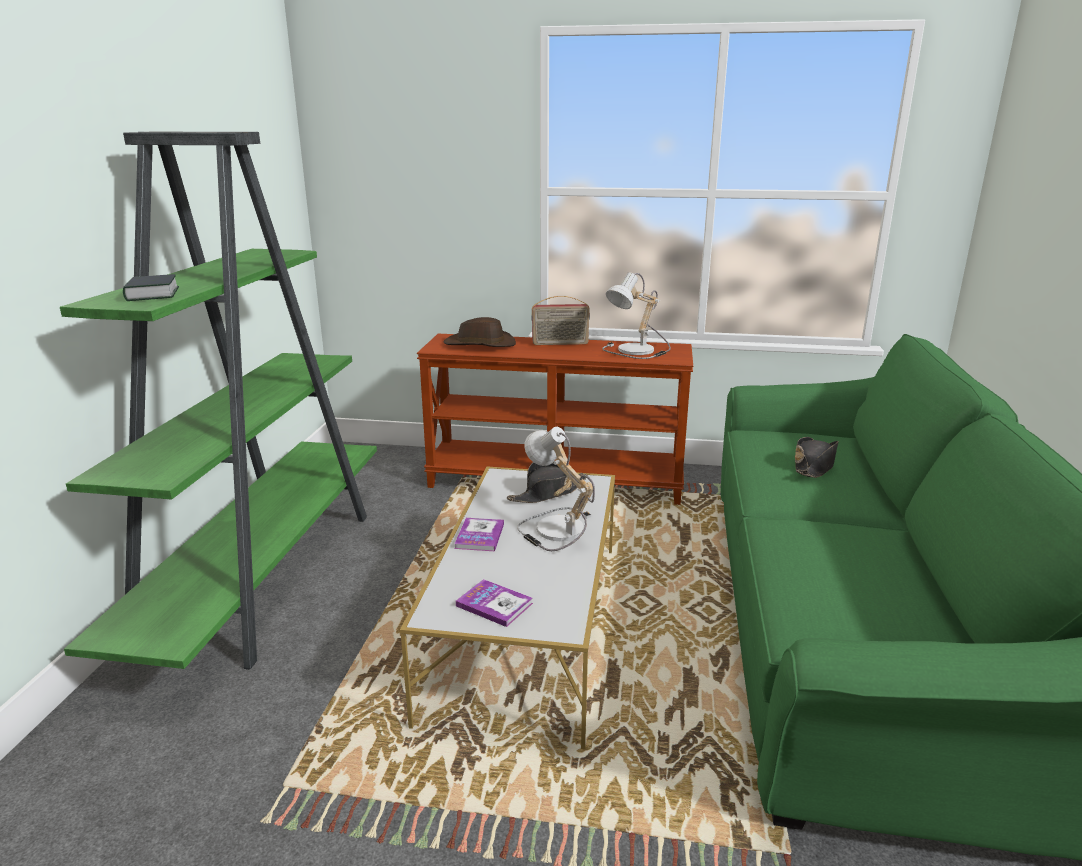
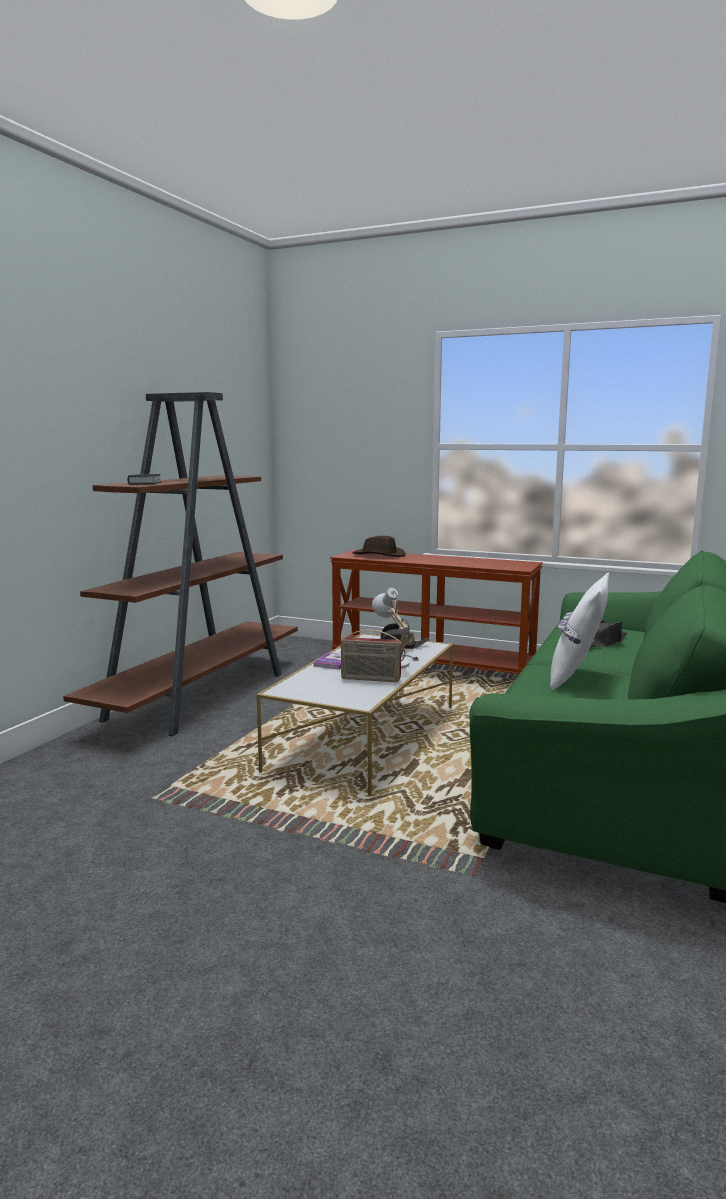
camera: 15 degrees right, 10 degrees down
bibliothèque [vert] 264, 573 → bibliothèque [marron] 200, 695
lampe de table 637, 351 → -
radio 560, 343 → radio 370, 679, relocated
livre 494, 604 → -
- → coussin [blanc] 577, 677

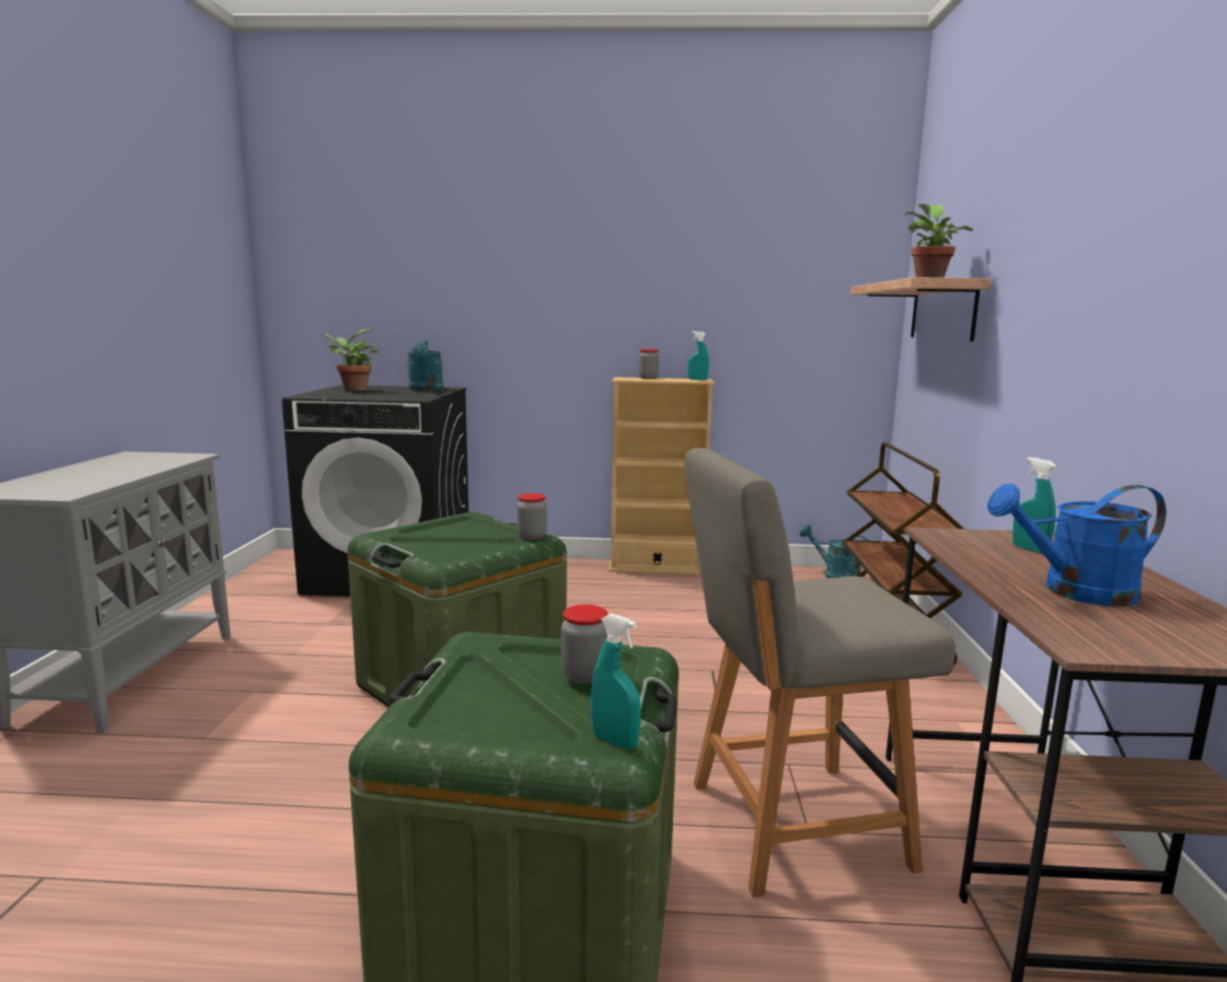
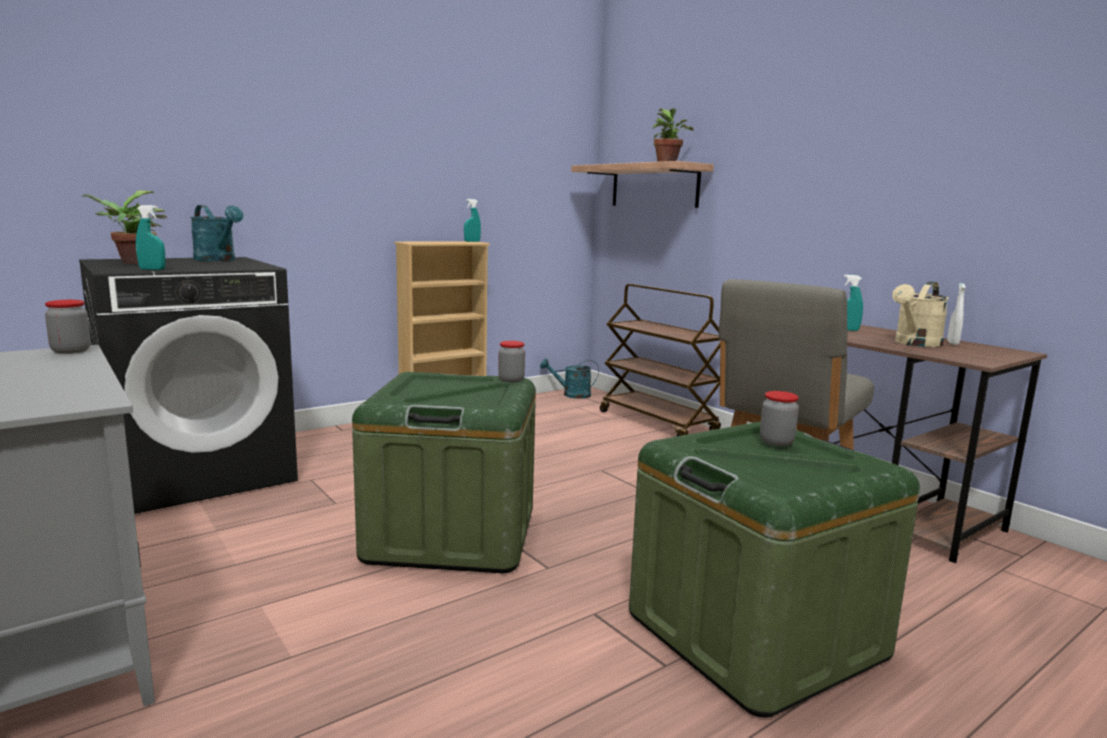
camera: 40 degrees left, 0 degrees up
bocal 648, 378 → bocal 71, 351, relocated
arrosoir [bleu] 1075, 592 → arrosoir [beige] 915, 344
vaporisateur [turquoise] 615, 741 → vaporisateur [turquoise] 152, 269, relocated
- → vaporisateur [blanc] 952, 343

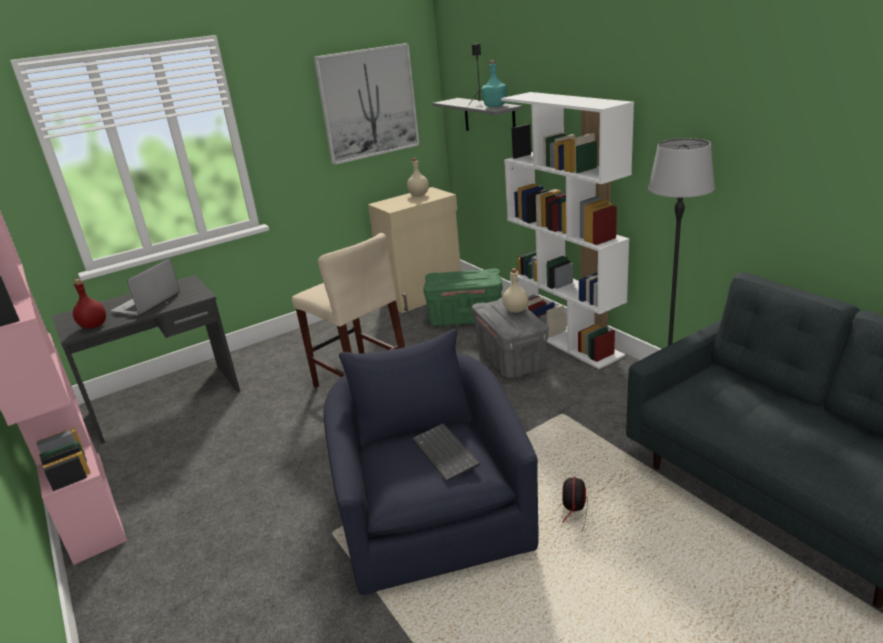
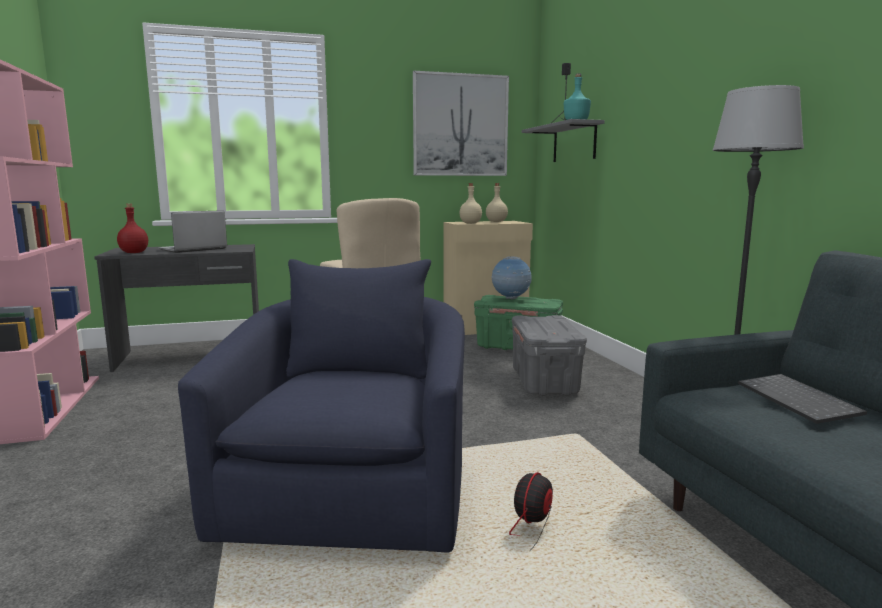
camera: 15 degrees right, 15 degrees down
bibliothèque [blanc] 566, 339 → -
bouteille [beige] 515, 310 → bouteille [beige] 470, 223, relocated
clavier 447, 453 → clavier 799, 401, relocated
- → globe 511, 299

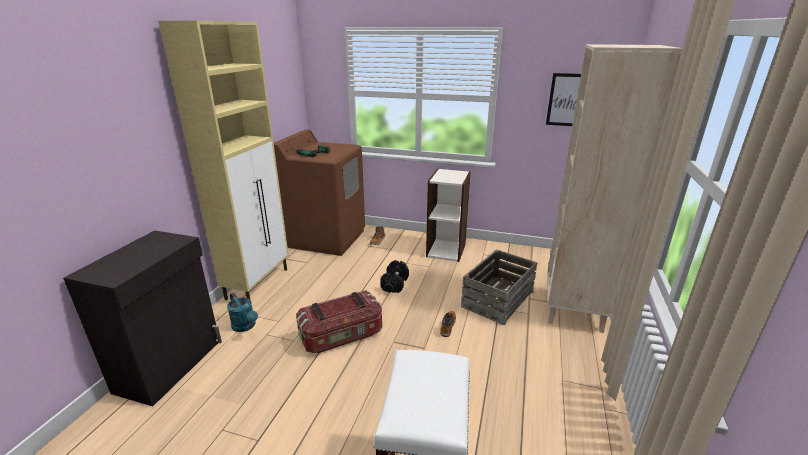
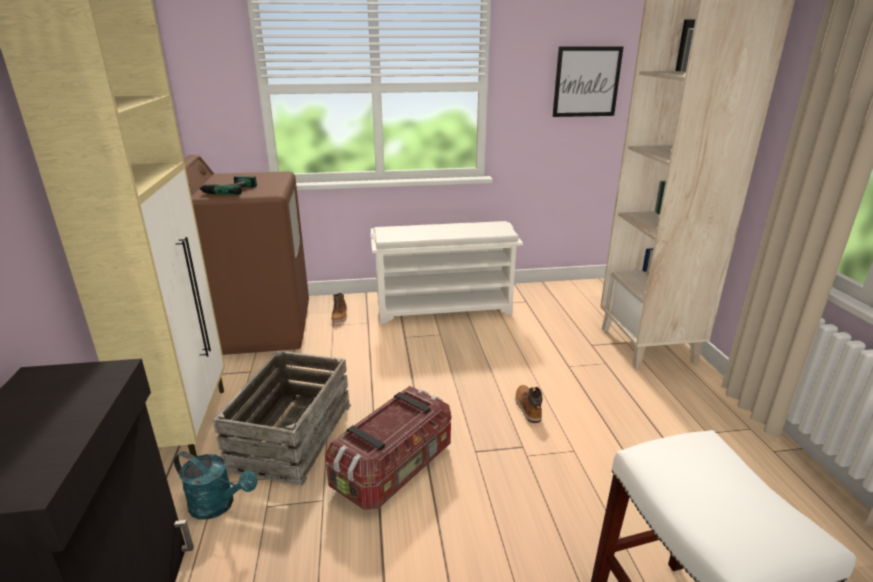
camera: 25 degrees left, 0 degrees up
bibliothèque 446, 250 → étagère à chaussures [blanc] 445, 308
caisse 497, 298 → caisse 291, 435, relocated
haltère [noir] 395, 284 → -

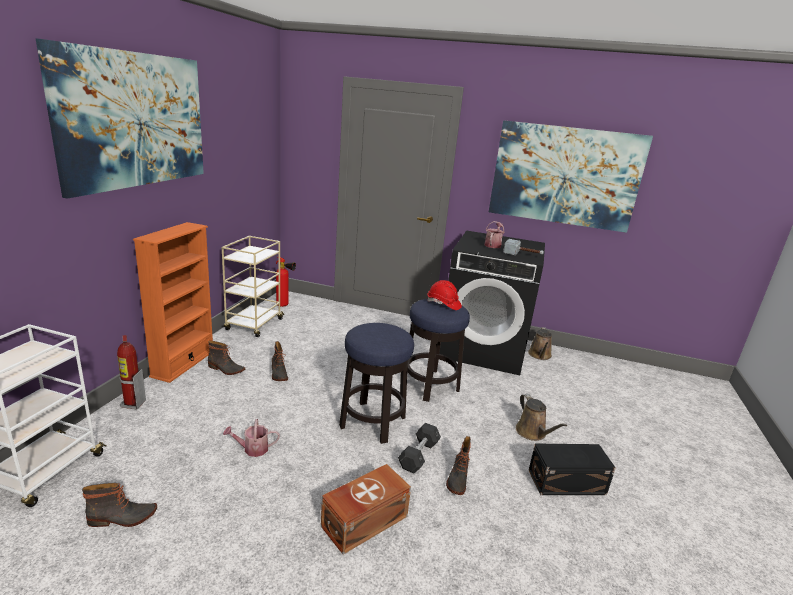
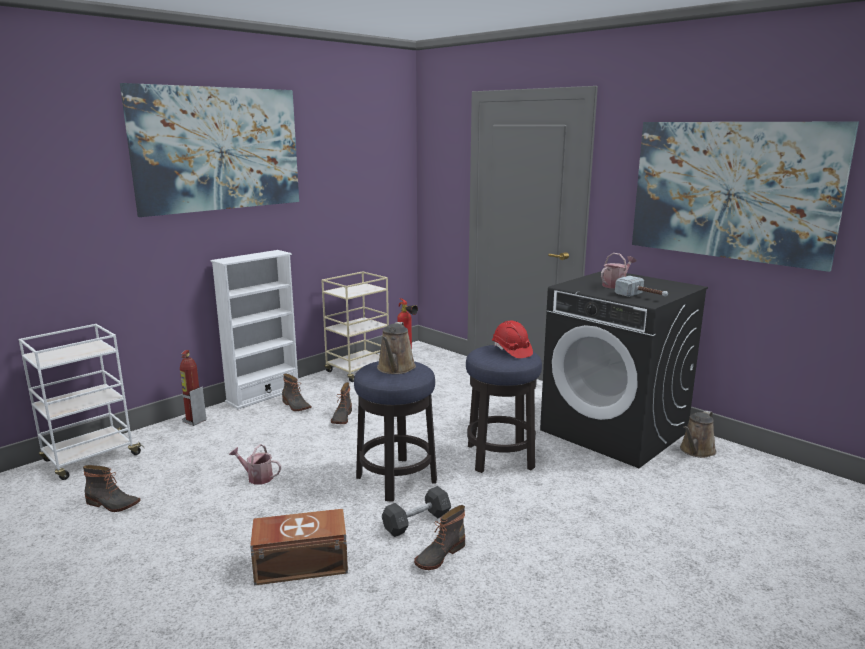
camera: 30 degrees right, 5 degrees down
bibliothèque [orange] 183, 363 → bibliothèque [blanc] 263, 395
arrosoir [marron] 532, 433 → arrosoir [marron] 395, 369, relocated
boîte de rangement [noir] 568, 483 → -

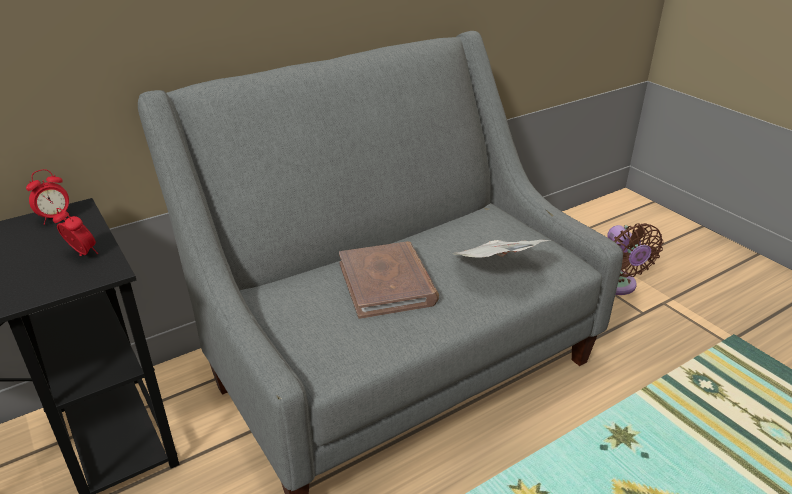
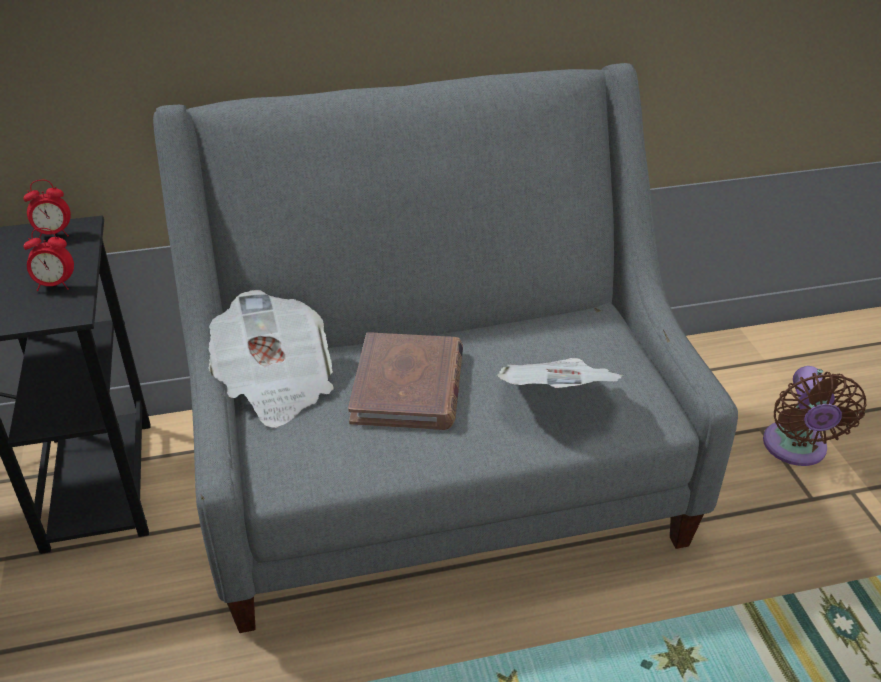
camera: 20 degrees right, 5 degrees up
réveil 82, 254 → réveil 55, 285, 120 degrees clockwise
- → journal 275, 384

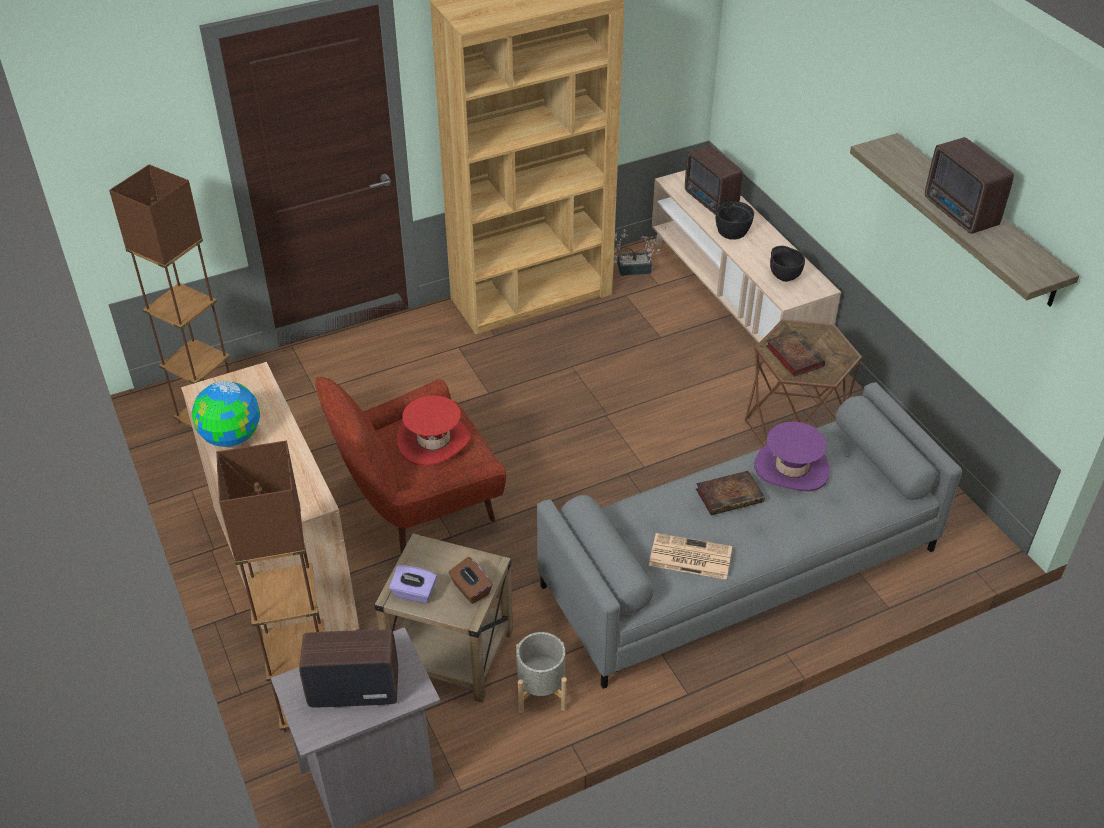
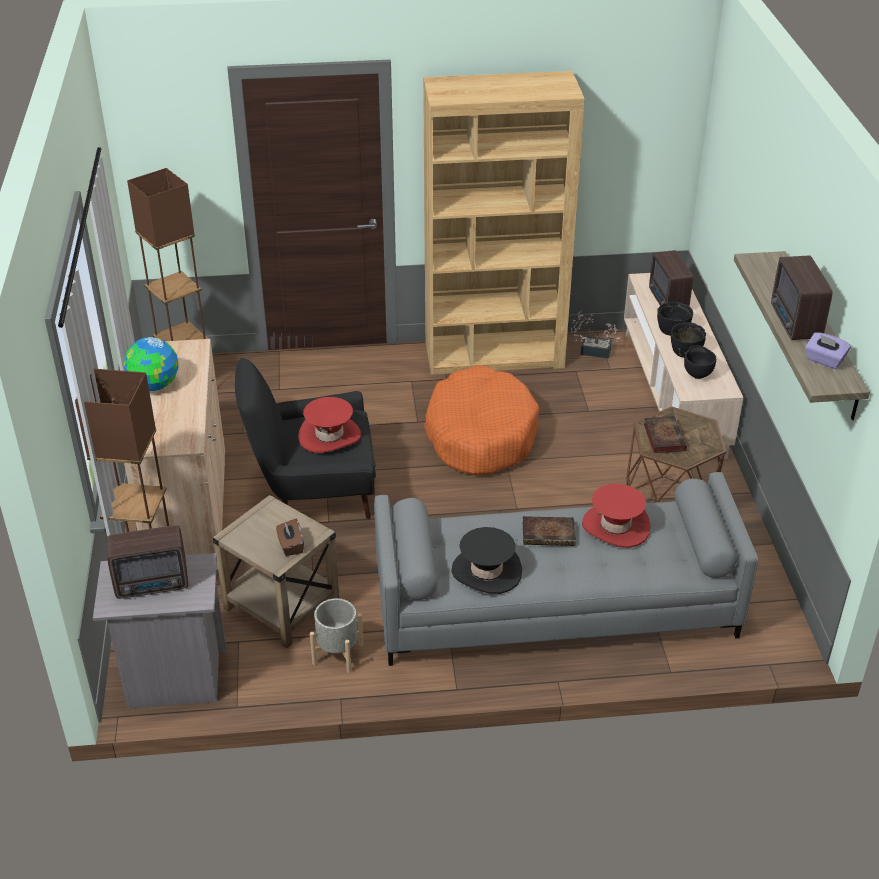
camera: 20 degrees right, 5 degrees down
fauteuil [rouge] 418, 507 → fauteuil [noir] 314, 493
chapeau [violet] 791, 468 → chapeau [rouge] 615, 526
journal 689, 557 → chapeau [noir] 486, 571
boîte à mouchoirs [violet] 414, 593 → boîte à mouchoirs [violet] 824, 360, relocated
radio 352, 689 → radio 154, 584, 150 degrees clockwise
- → bol [noir] 685, 351
- → panier pour chien [orange] 480, 435

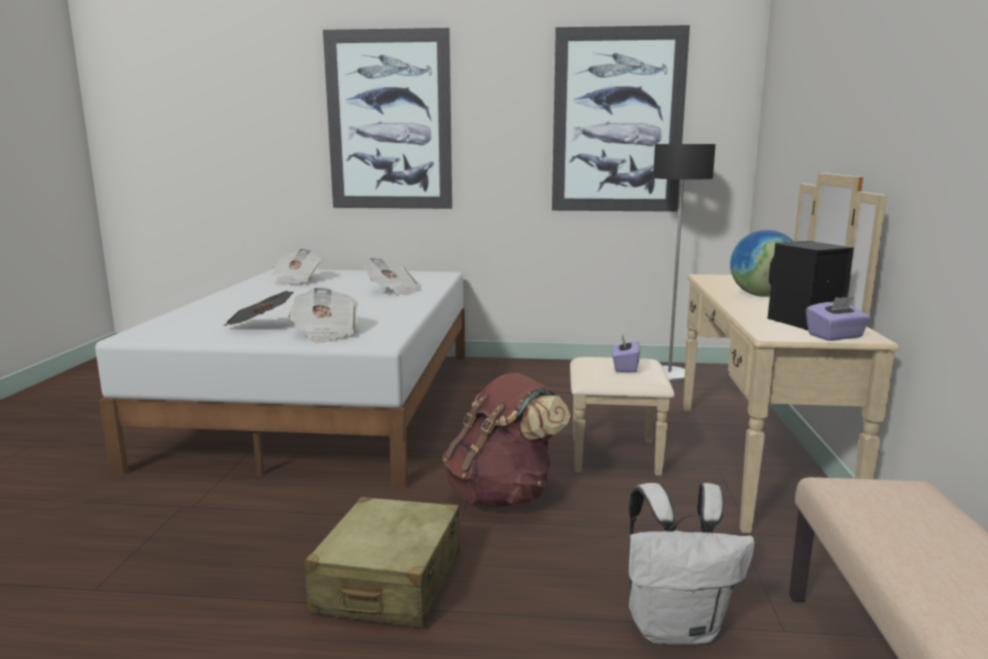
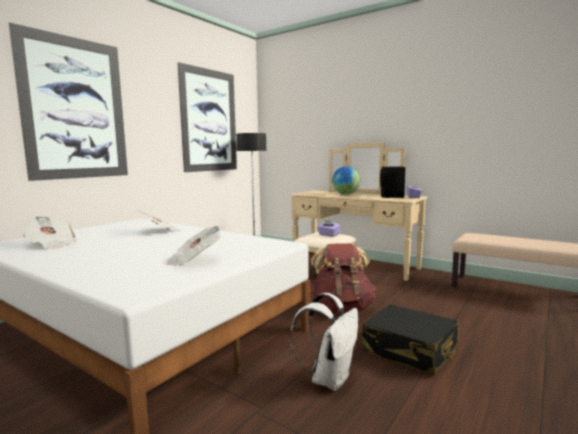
camera: 60 degrees left, 5 degrees down
journal 325, 334 → -
sac à dos [blanc] 675, 627 → sac à dos [blanc] 329, 378, relocated
valise [beige] 389, 582 → valise [noir] 410, 351

